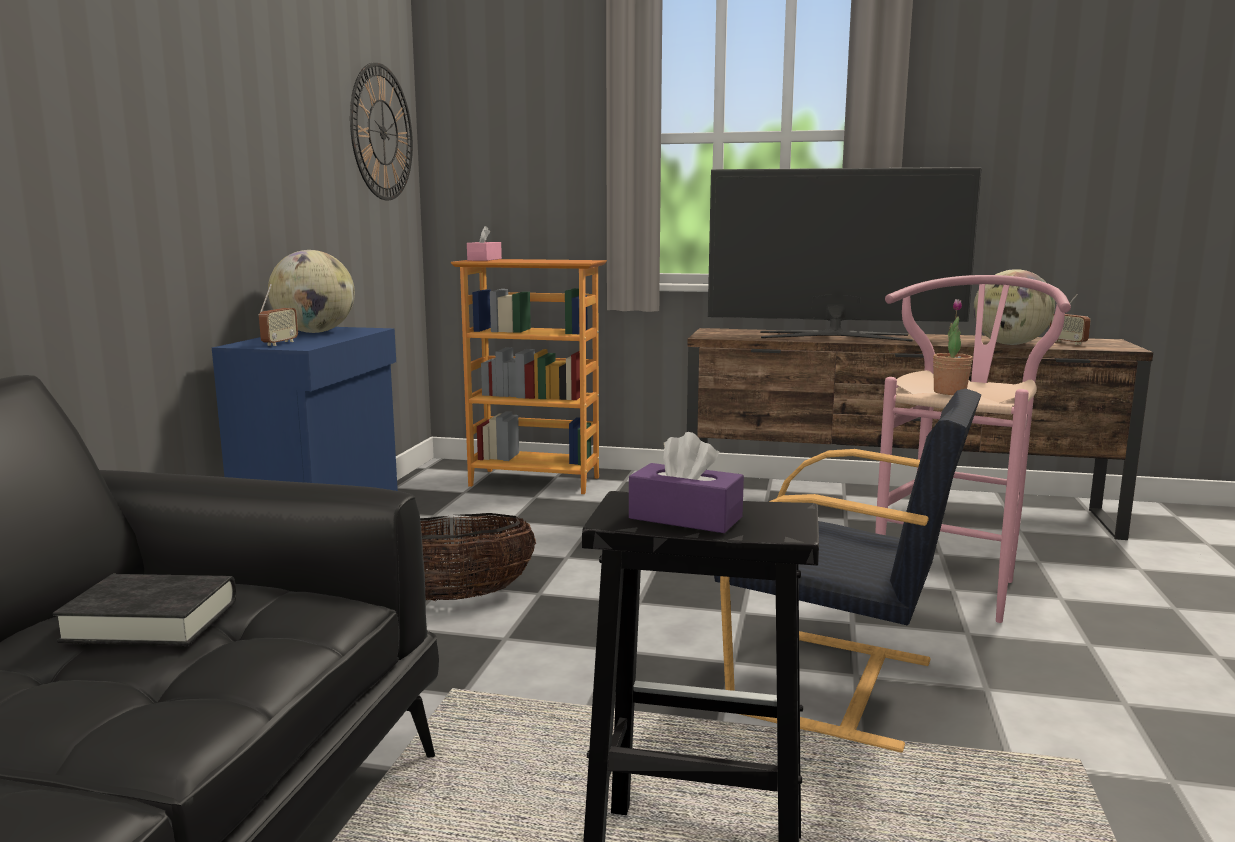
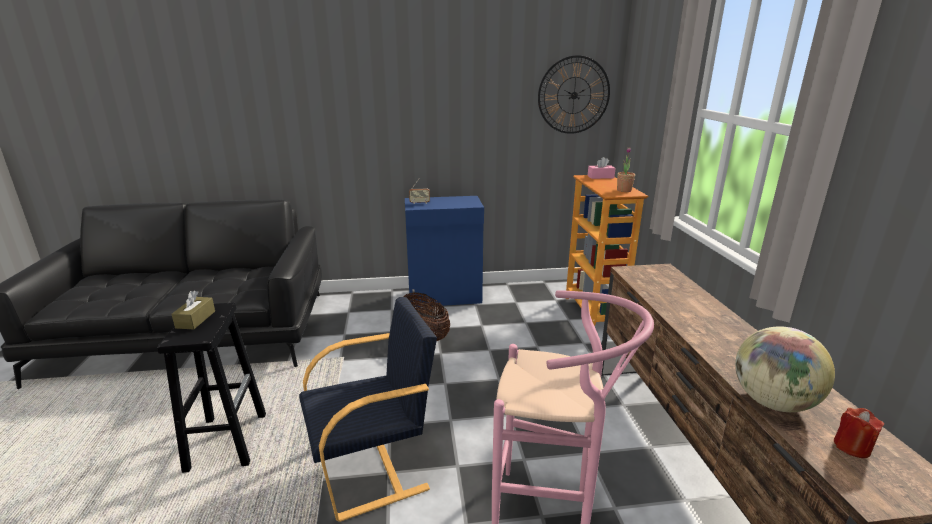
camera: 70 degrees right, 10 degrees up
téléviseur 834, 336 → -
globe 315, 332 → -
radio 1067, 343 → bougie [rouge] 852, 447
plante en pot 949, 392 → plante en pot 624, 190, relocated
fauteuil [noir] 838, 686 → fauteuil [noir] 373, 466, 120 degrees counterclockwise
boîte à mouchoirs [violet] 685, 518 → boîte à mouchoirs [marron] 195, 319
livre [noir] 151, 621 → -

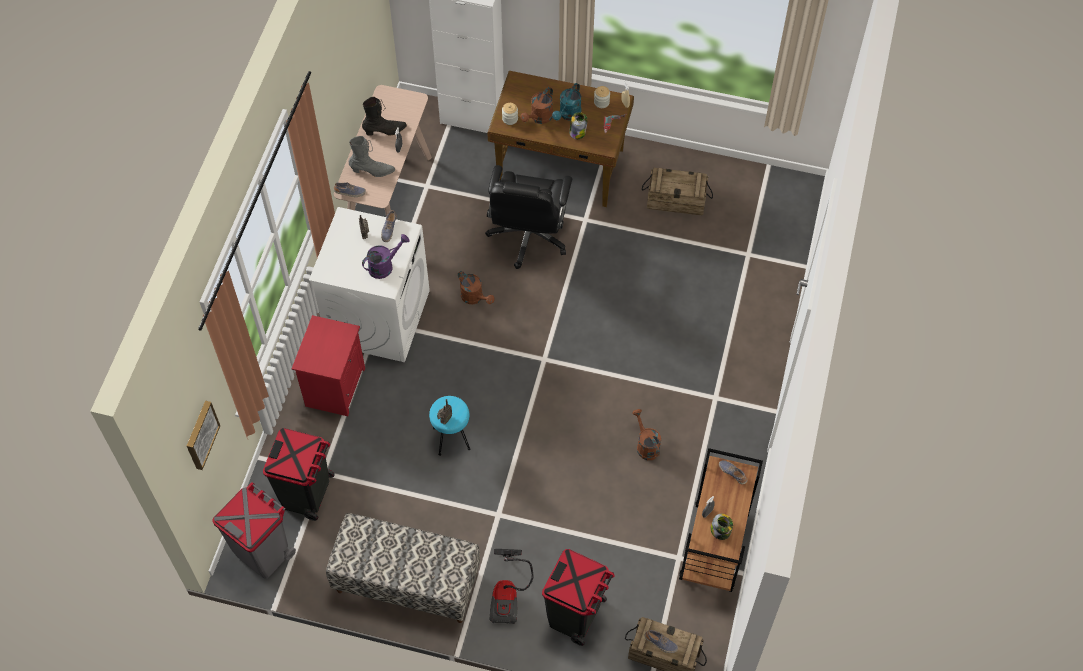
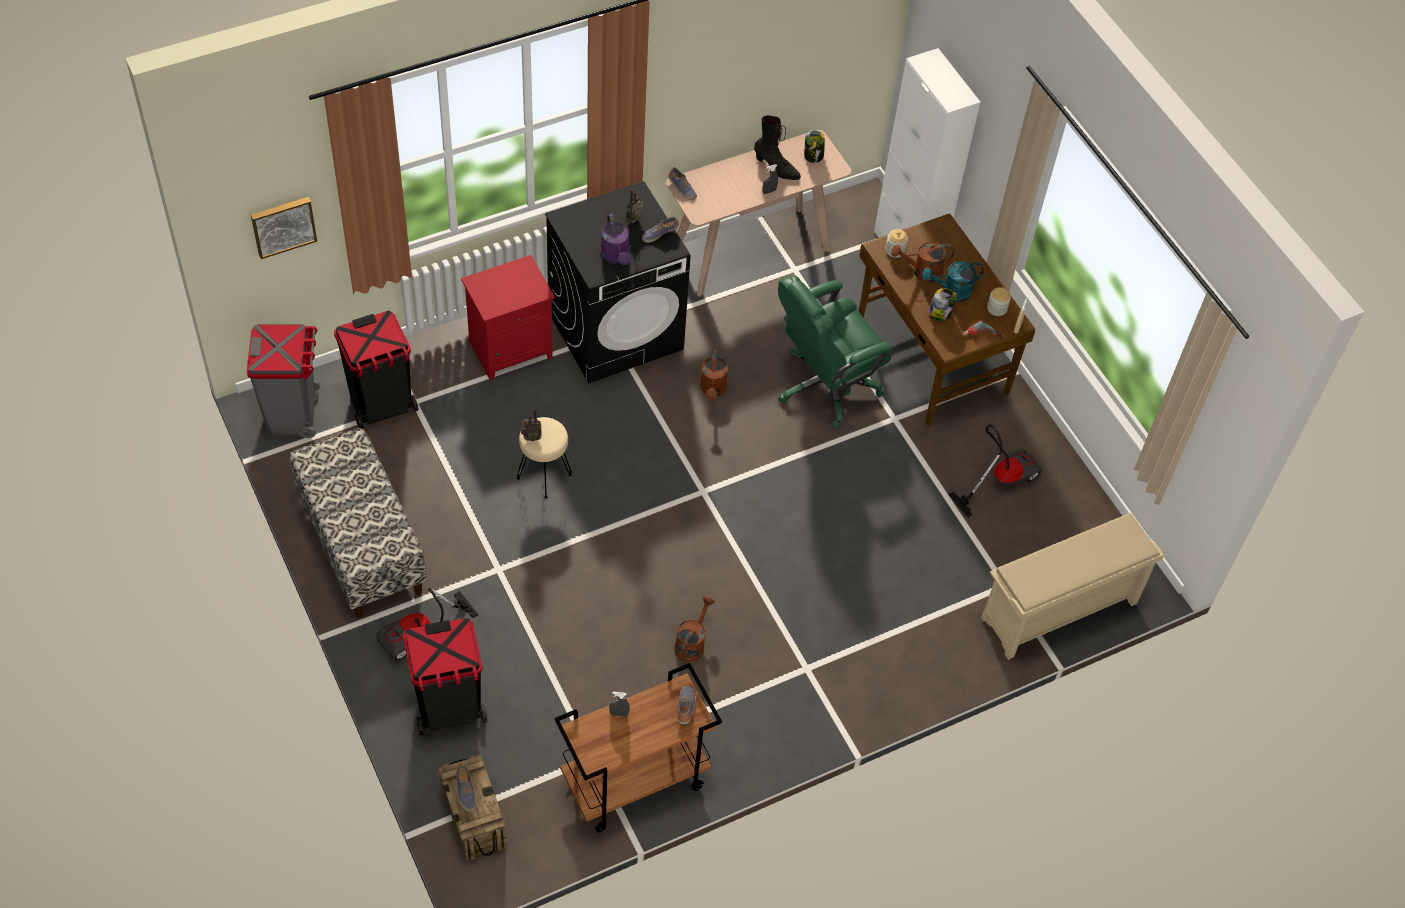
camera: 45 degrees right, 5 degrees down
botte [gris] 372, 171 → -
chaise de bureau [noir] 528, 236 → chaise de bureau [vert] 825, 386
caisse 676, 201 → aspirateur 999, 480
lave-linge [blanc] 378, 317 → lave-linge [noir] 616, 330
arrosoir [violet] 384, 266 → arrosoir [violet] 616, 257, 60 degrees clockwise
tabouret [turquoise] 451, 438 → tabouret [beige] 544, 475
bocal 721, 531 → bocal 813, 155, relocated
- → étagère à chaussures [beige] 1058, 612

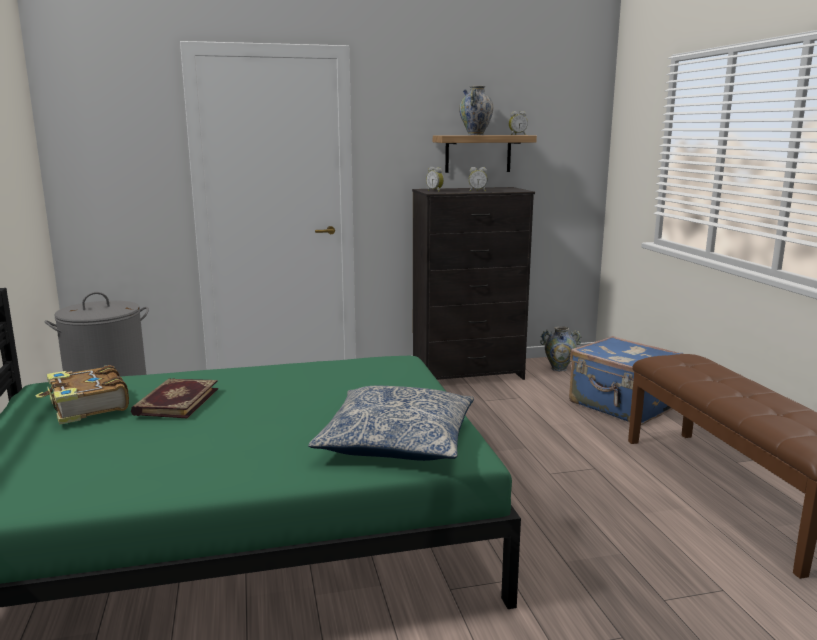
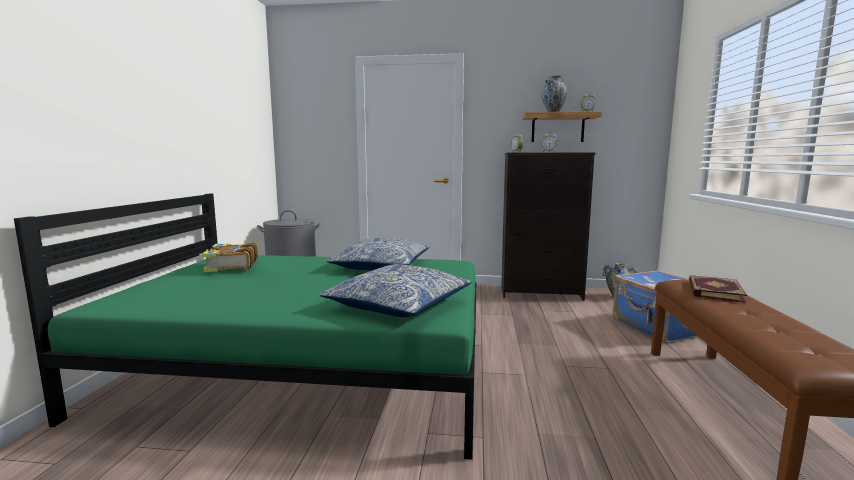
camera: 20 degrees right, 5 degrees down
livre 175, 401 → livre 713, 291, relocated
- → coussin 381, 266

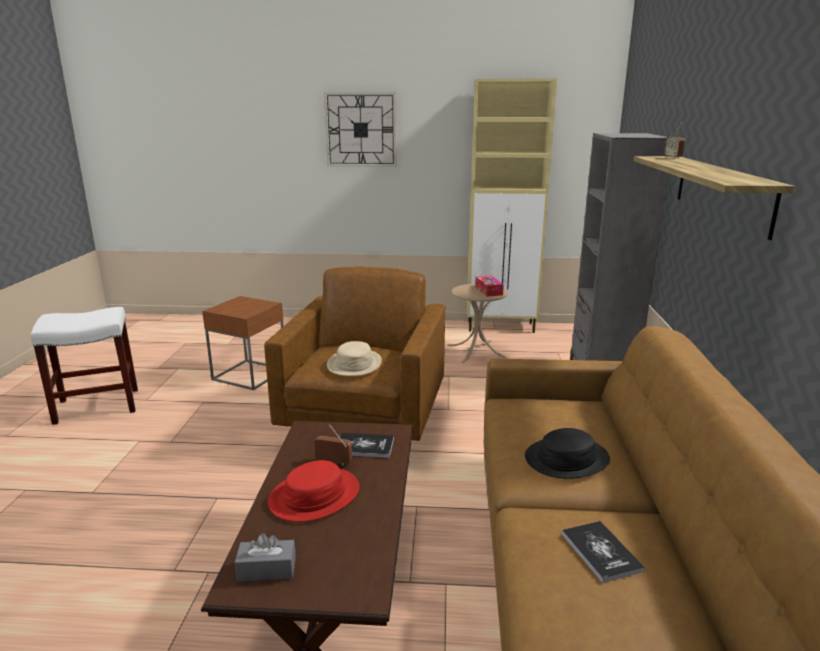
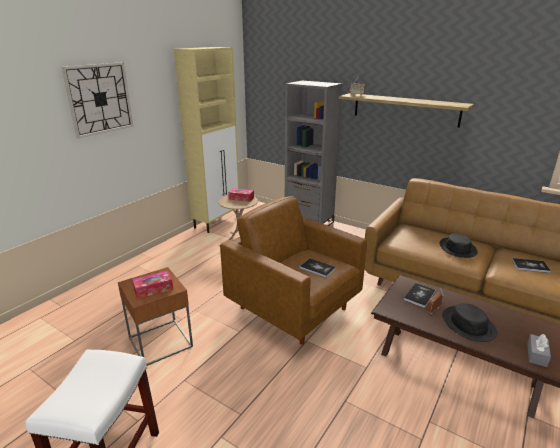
camera: 60 degrees left, 5 degrees up
chapeau [beige] 354, 364 → livre 317, 268
chapeau [rouge] 314, 496 → chapeau [noir] 468, 324
- → boîte à mouchoirs 153, 289

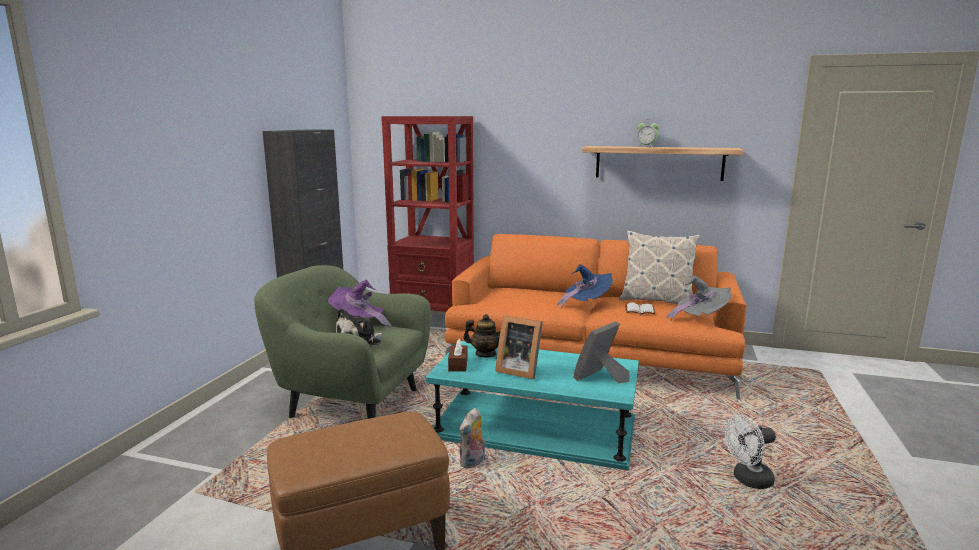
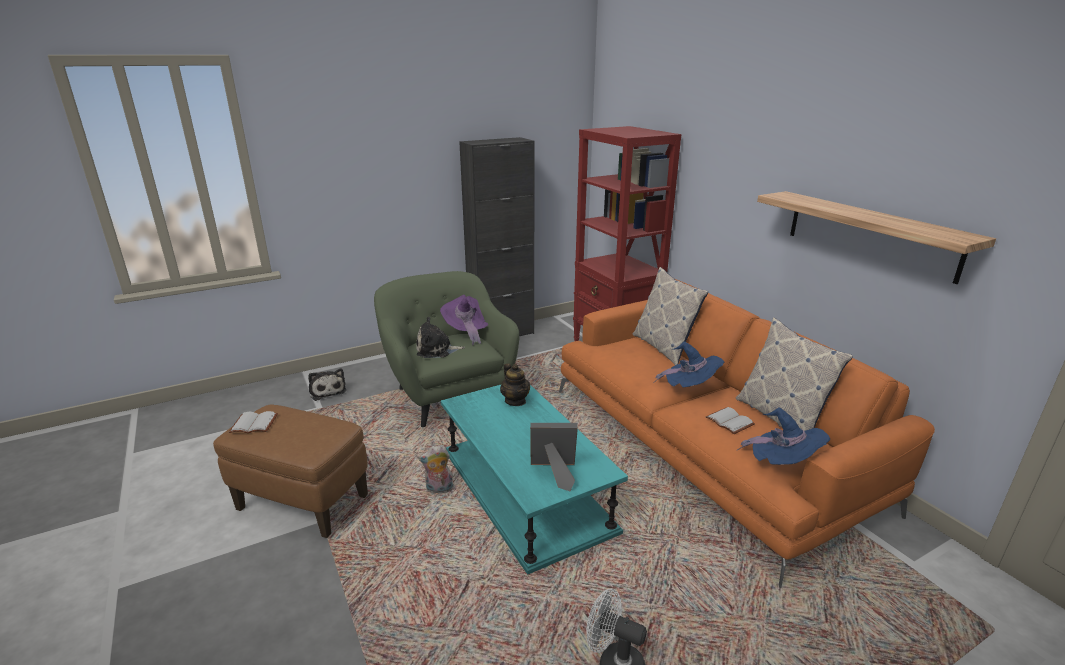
camera: 45 degrees right, 10 degrees up
réveil 646, 146 → -
chapeau [gris] 700, 318 → chapeau [bleu] 783, 464
cadre photo 518, 370 → -
boîte à mouchoirs [marron] 458, 364 → -
- → coussin 664, 347
- → peluche 327, 391
- → livre [blanc] 255, 423

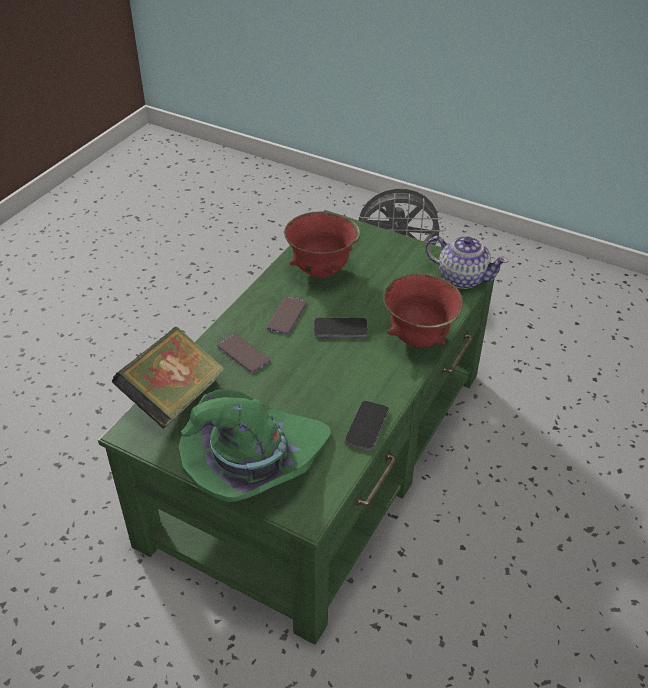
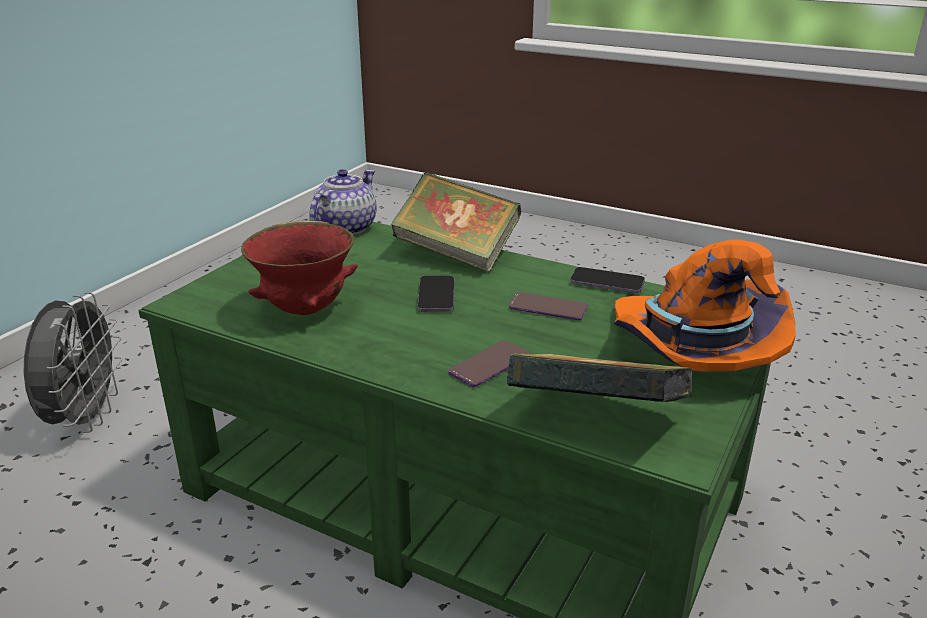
camera: 90 degrees left, 15 degrees down
bol [rouge] 418, 339 → livre 456, 253
téléphone 287, 316 → téléphone 548, 308, relocated
chapeau [vert] 252, 461 → chapeau [orange] 691, 350

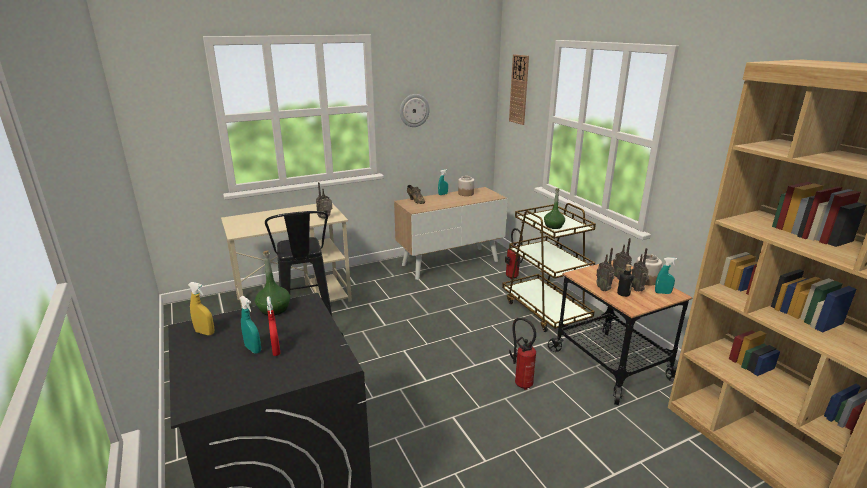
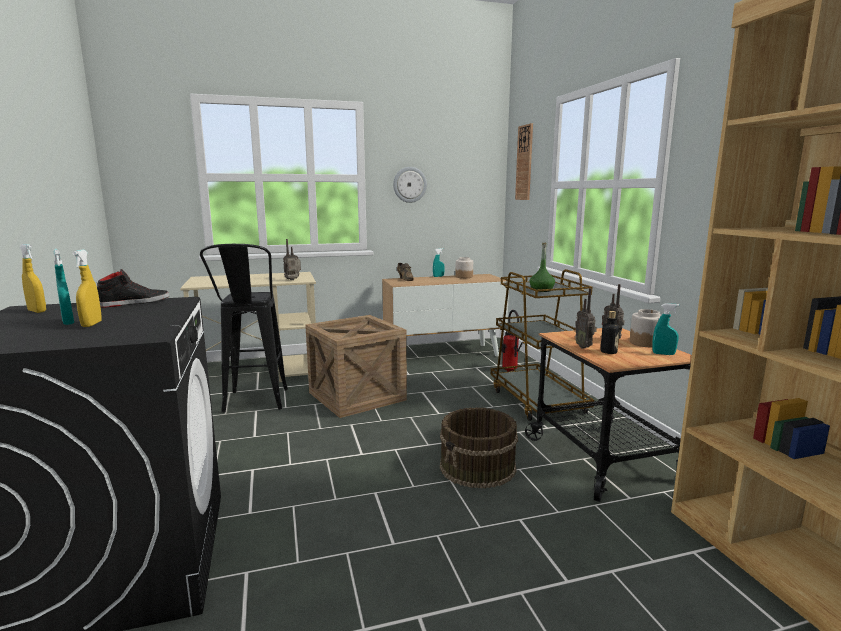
camera: 10 degrees right, 10 degrees down
radio 637, 289 → -
bouteille [vert] 274, 309 → chaussure [noir] 134, 302
vaporisateur [rouge] 276, 350 → vaporisateur [jaune] 91, 324
extincteur 521, 383 → seau [marron] 478, 467
- → caisse 357, 396

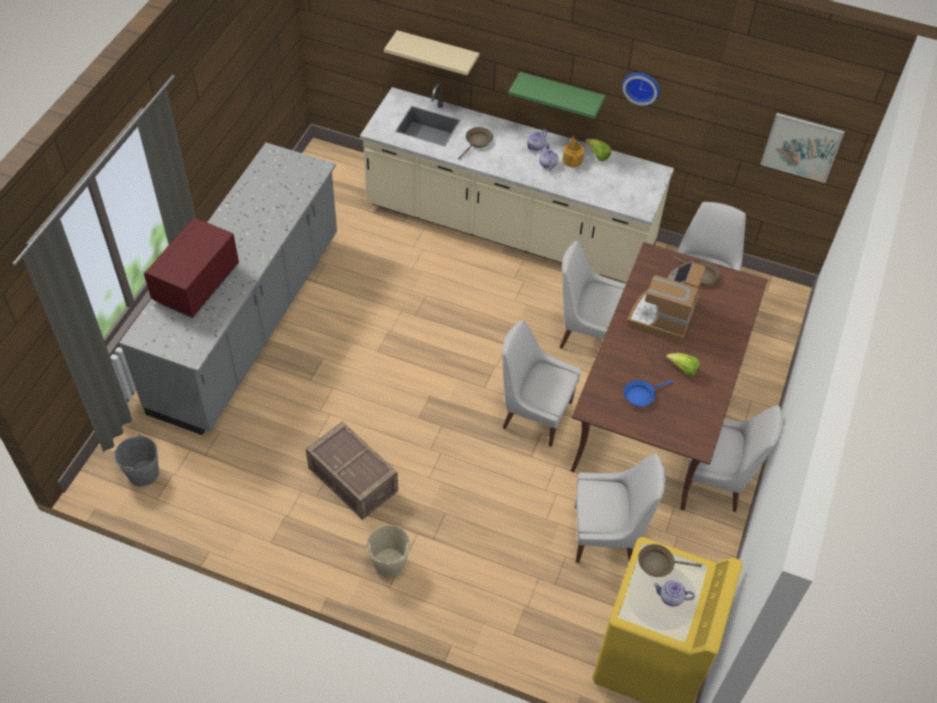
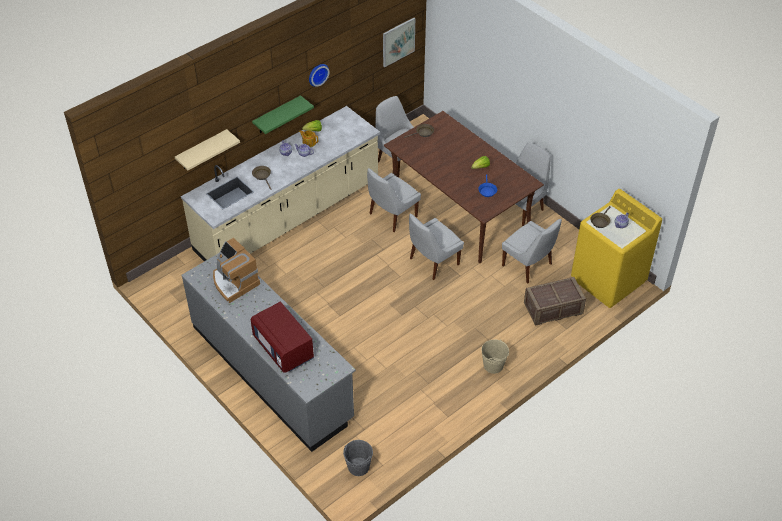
camera: 60 degrees left, 5 degrees down
machine à café 663, 315 → machine à café 234, 282, relocated
caisse 354, 480 → caisse 553, 308, relocated
chaise [blanc] 607, 535 → chaise [blanc] 528, 266, 105 degrees clockwise

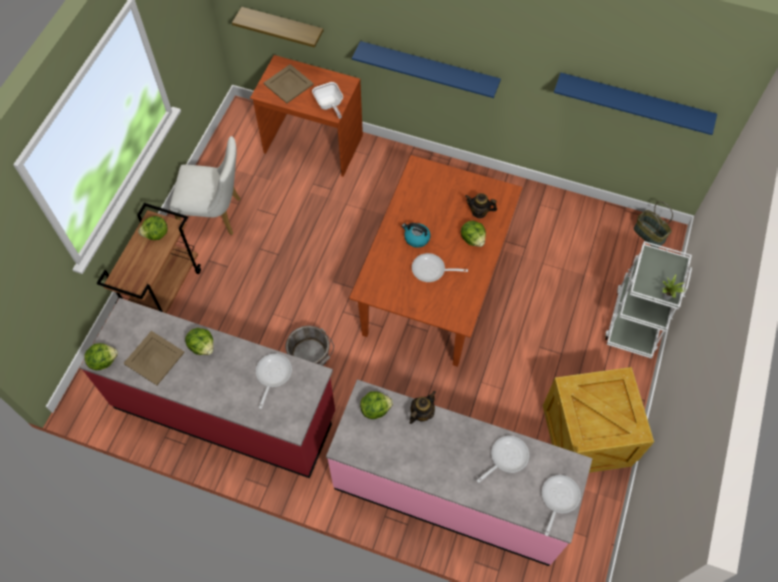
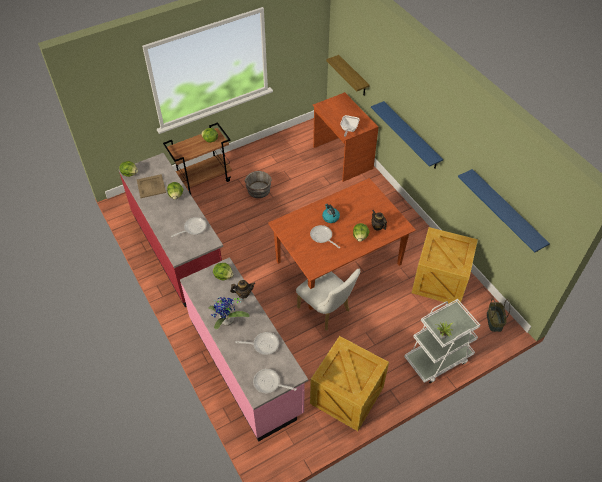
camera: 40 degrees right, 10 degrees down
plateau [beige] 288, 84 → -
chaise [blanc] 216, 215 → chaise [blanc] 326, 311, relocated
seau [gris] 311, 356 → seau [gris] 259, 191, relocated
poêle 558, 498 → poêle 269, 383, 135 degrees counterclockwise
- → caisse 440, 281
- → plante en pot 227, 322

